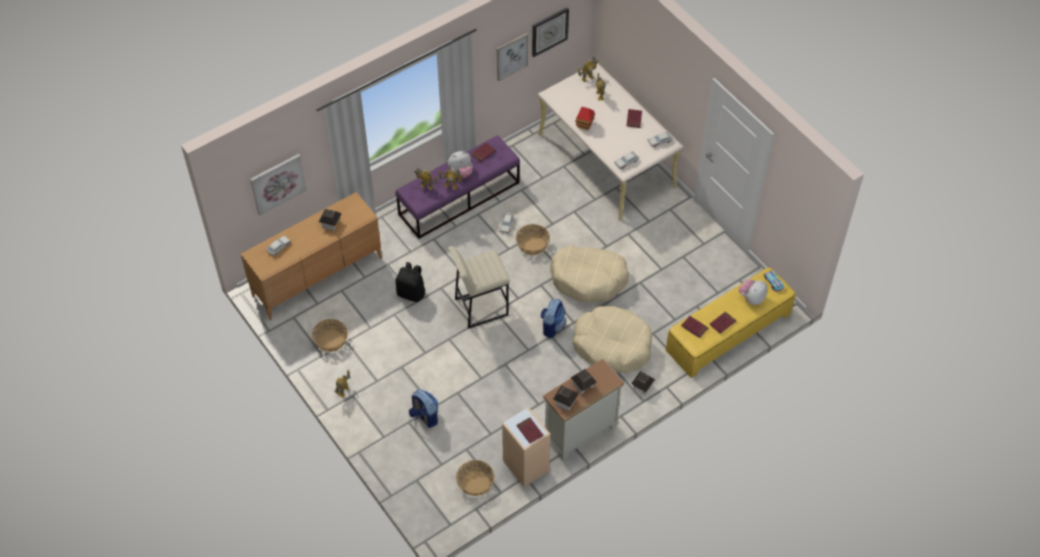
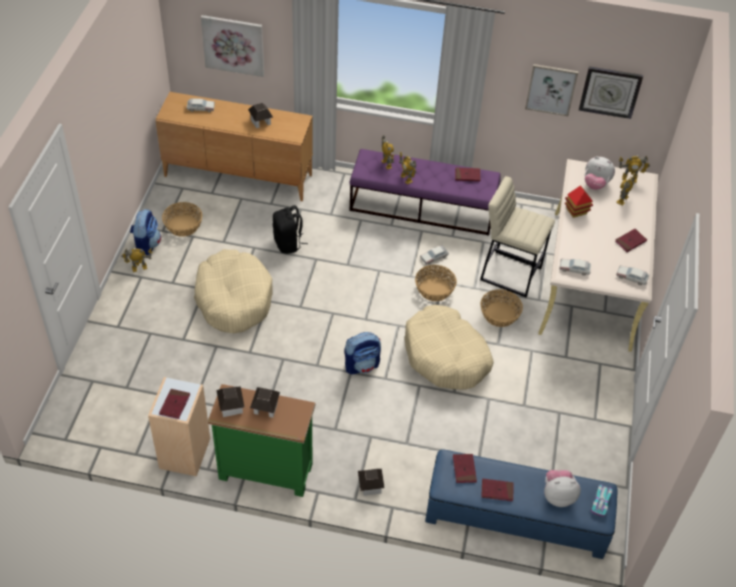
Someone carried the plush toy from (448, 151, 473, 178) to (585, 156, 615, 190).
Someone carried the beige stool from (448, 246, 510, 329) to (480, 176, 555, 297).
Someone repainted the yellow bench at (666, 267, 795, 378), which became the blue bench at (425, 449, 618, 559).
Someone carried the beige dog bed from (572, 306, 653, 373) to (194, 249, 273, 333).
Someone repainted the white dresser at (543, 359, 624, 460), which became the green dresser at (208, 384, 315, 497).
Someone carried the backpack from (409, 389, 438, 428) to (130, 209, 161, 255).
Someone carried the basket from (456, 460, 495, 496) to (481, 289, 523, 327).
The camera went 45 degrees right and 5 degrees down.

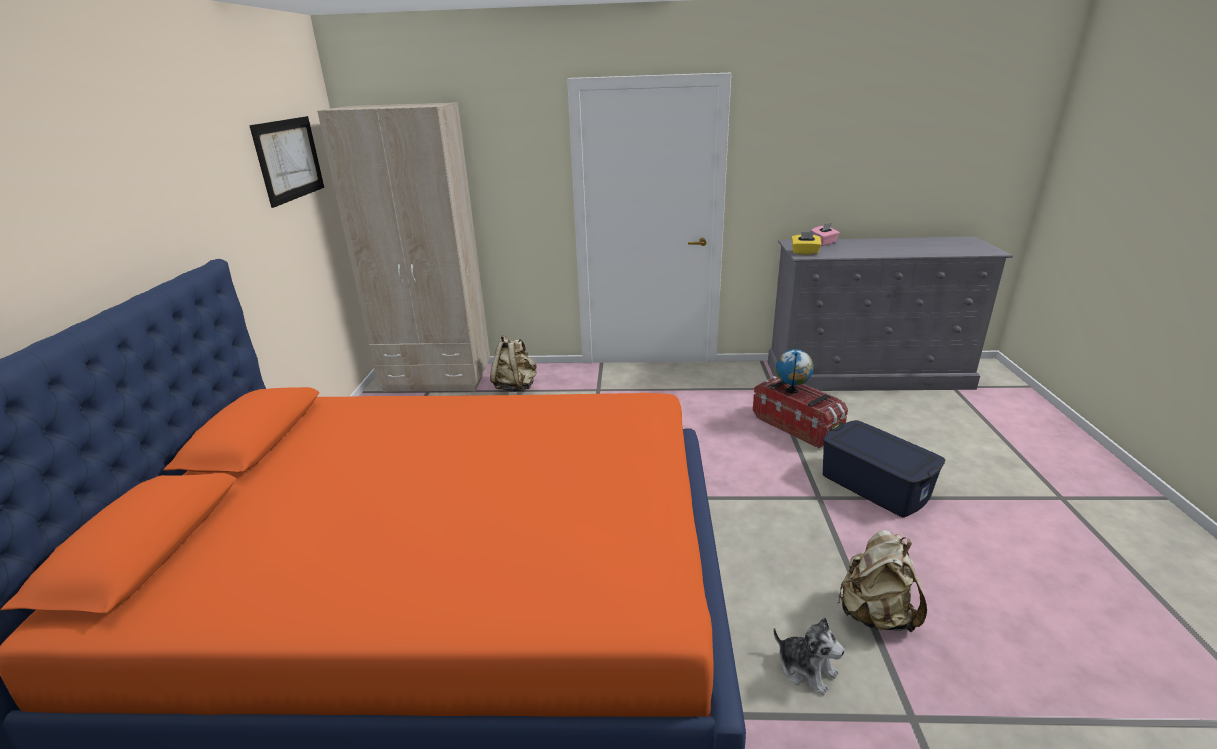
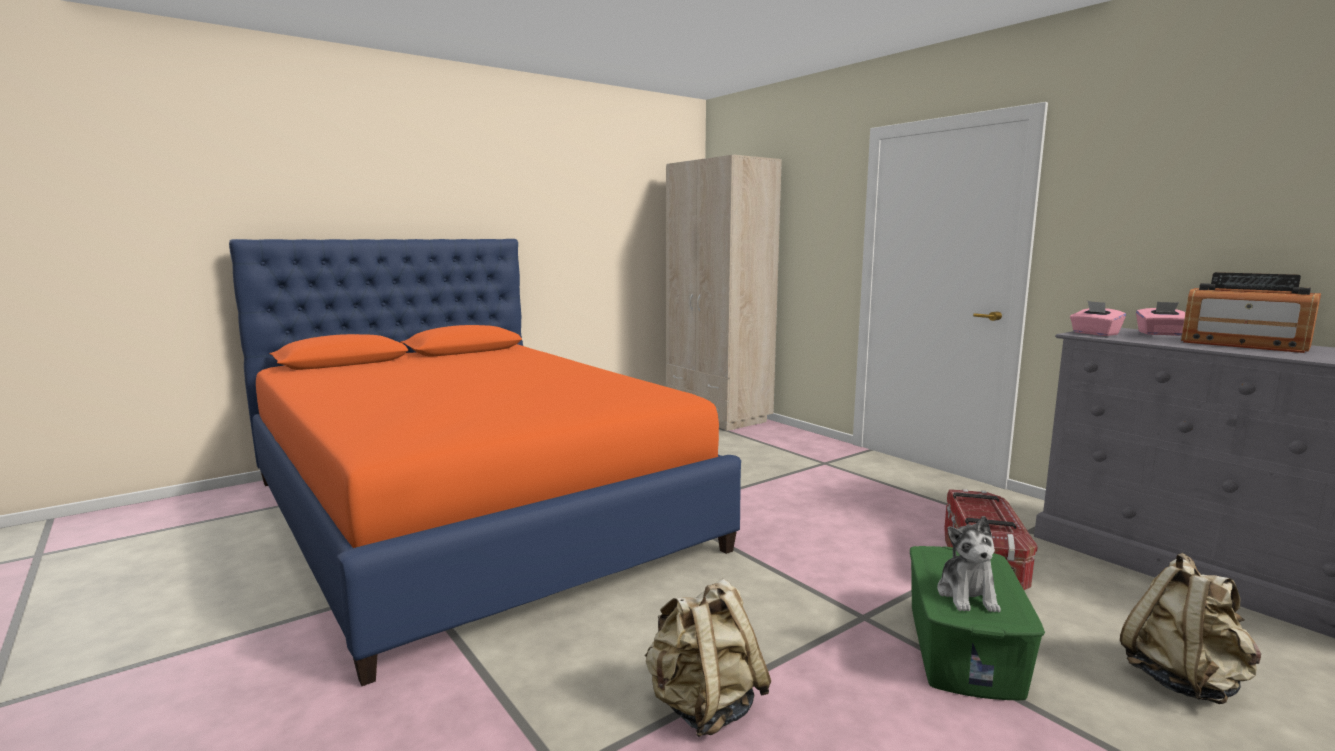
Someone took away the picture at (249, 116, 324, 208).
Someone repainted the yellow tissue box at (791, 232, 821, 255), which became the pink tissue box at (1070, 301, 1126, 336).
Someone carried the beige backpack from (490, 335, 537, 392) to (1120, 553, 1261, 704).
Someone took away the globe at (776, 349, 814, 394).
Someone repainted the blue storage box at (823, 420, 945, 517), which became the green storage box at (910, 546, 1045, 700).
Someone carried the plush toy from (773, 617, 845, 695) to (937, 516, 1001, 612).
Someone put down the radio at (1181, 272, 1321, 353).
The camera went 50 degrees right and 15 degrees down.

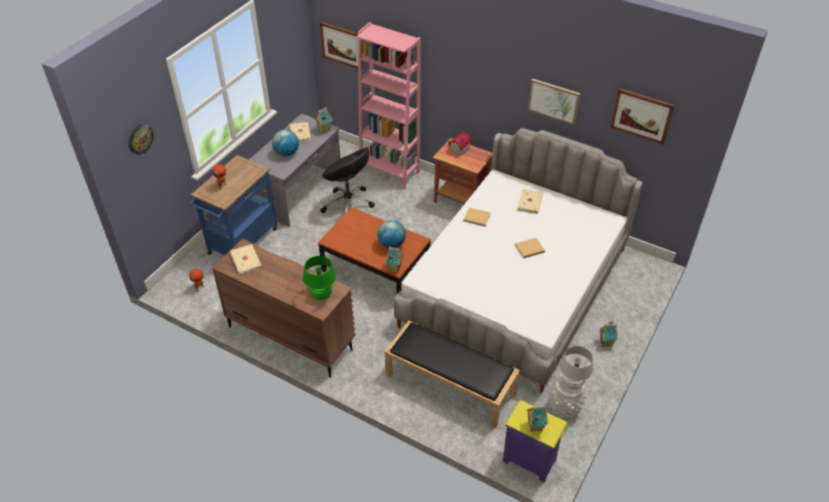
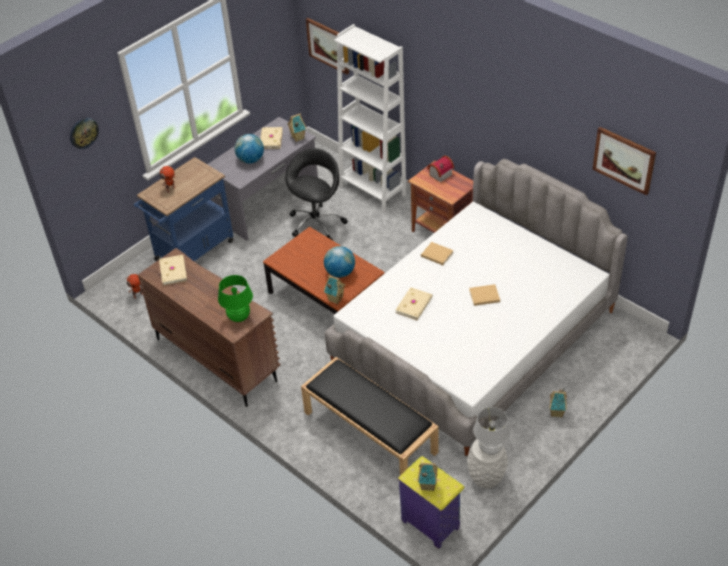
Someone repainted the pink bookcase at (357, 22, 421, 189), which became the white bookcase at (334, 24, 406, 212).
Someone took away the picture at (528, 79, 581, 125).
Someone rotated the black office chair at (321, 147, 375, 213) by 105 degrees counterclockwise.
Someone carried the beige book from (518, 189, 543, 214) to (396, 287, 433, 320).
The camera went 15 degrees right and 0 degrees up.

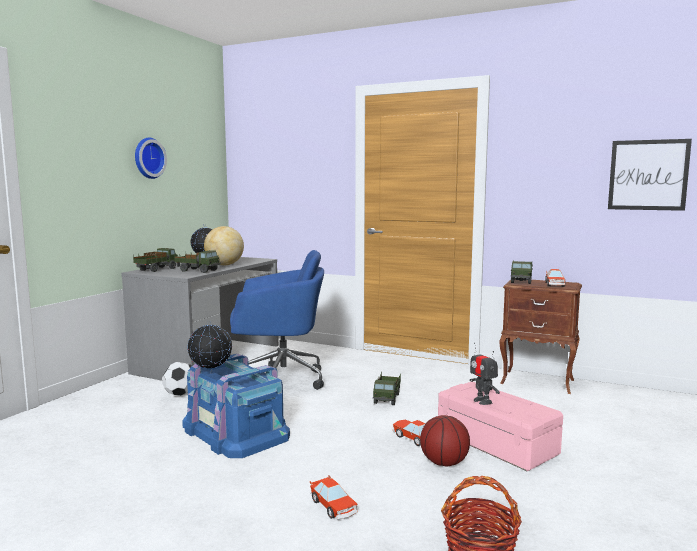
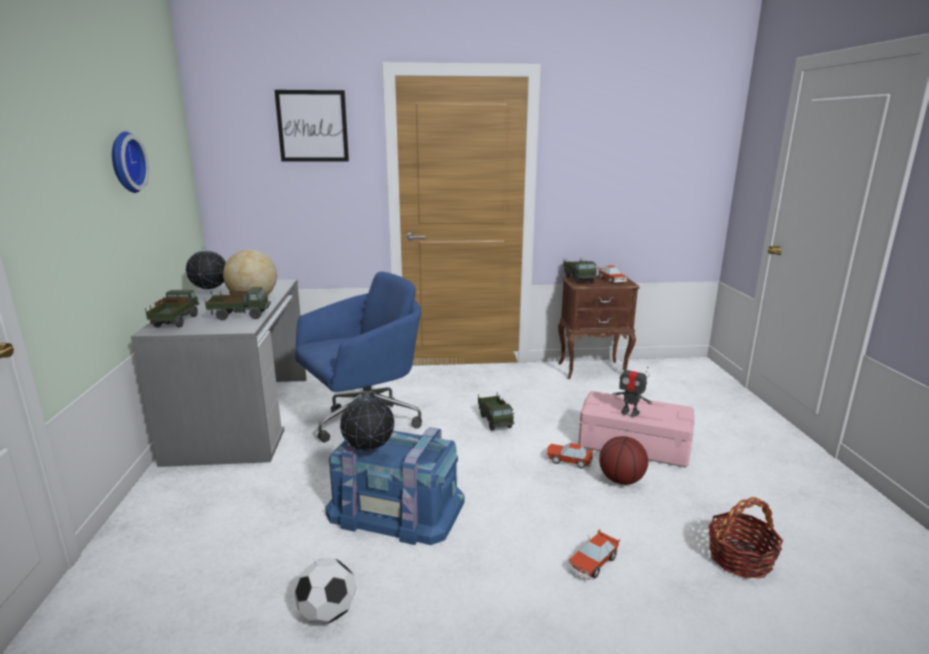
Someone carried the picture from (608, 139, 692, 211) to (275, 90, 349, 161).
Someone carried the football from (162, 362, 191, 396) to (295, 558, 357, 624).
Someone rotated the toy car at (310, 475, 358, 520) by 105 degrees clockwise.
The camera went 30 degrees left and 10 degrees up.

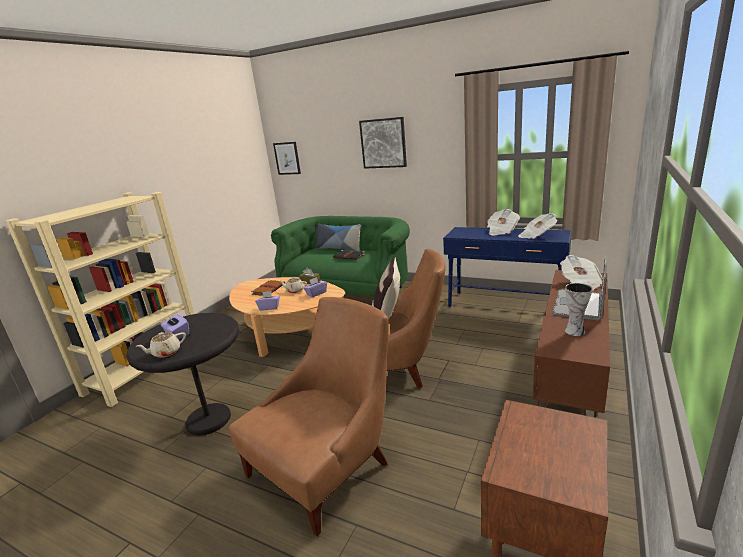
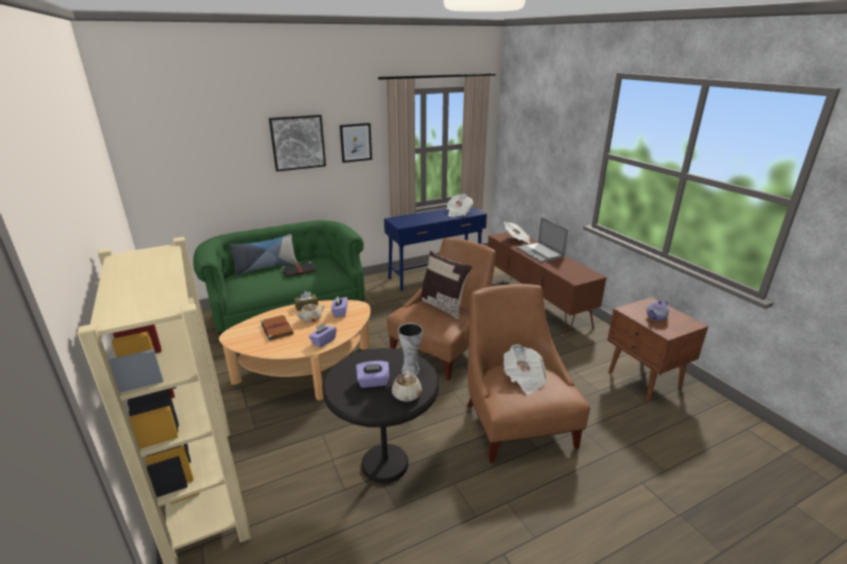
Someone carried the picture from (273, 142, 301, 175) to (340, 123, 372, 163).
Someone carried the newspaper from (487, 209, 520, 236) to (503, 344, 547, 394).
Someone carried the vase from (565, 283, 592, 336) to (398, 323, 423, 376).
Someone put down the teapot at (647, 300, 669, 321).
The camera went 55 degrees left and 5 degrees up.

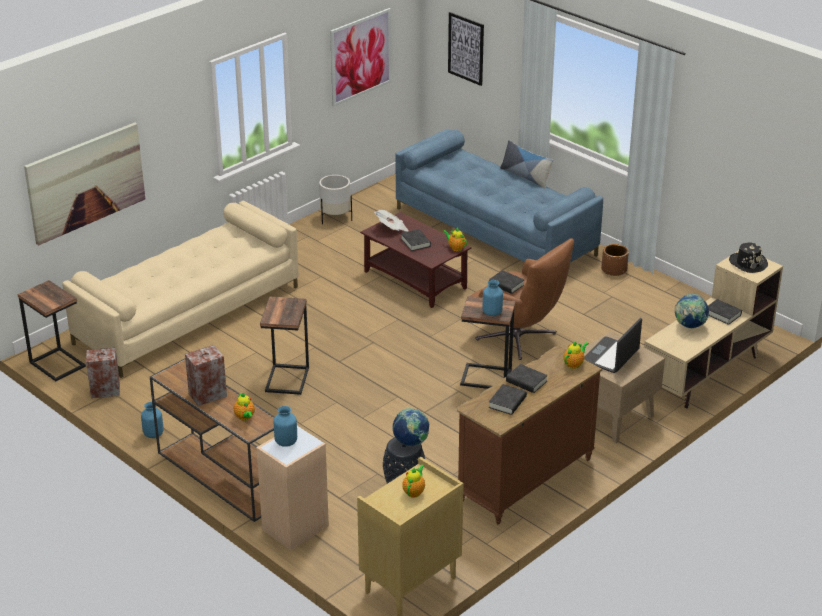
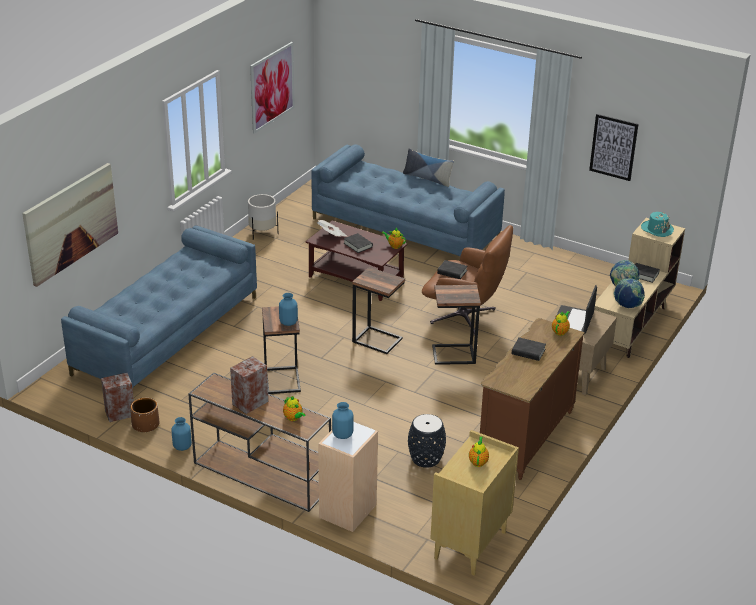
Someone carried the picture from (448, 12, 484, 86) to (589, 114, 638, 181).
Someone repainted the beige sofa at (62, 201, 299, 378), which became the blue sofa at (61, 225, 257, 388).
Someone repainted the black hat at (729, 243, 768, 273), which became the turquoise hat at (641, 212, 674, 237).
Someone carried the brown planter from (601, 244, 629, 276) to (130, 397, 159, 432).
Someone carried the side table from (18, 280, 86, 381) to (352, 267, 405, 354).
Someone carried the blue vase from (483, 280, 503, 316) to (279, 293, 298, 326).
Someone took away the black book at (489, 384, 527, 415).
Someone carried the globe from (392, 408, 429, 446) to (614, 278, 645, 308).
The camera went 15 degrees left and 0 degrees up.

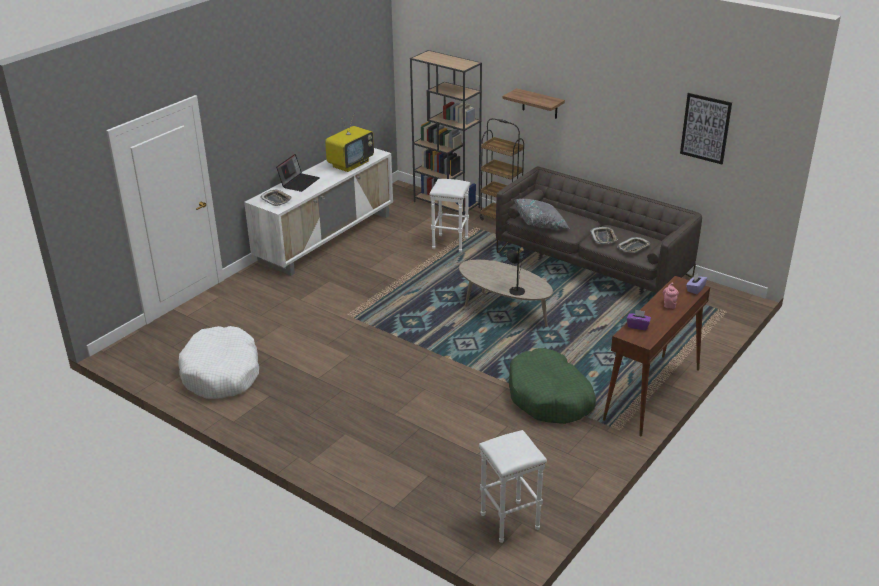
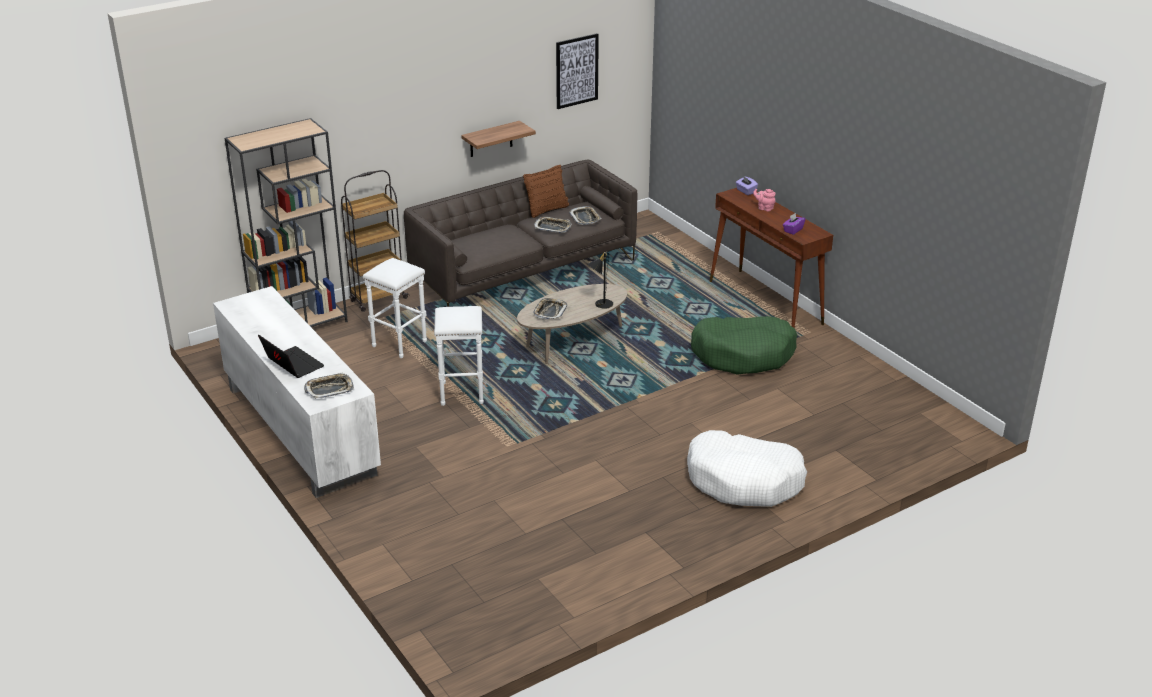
Someone carried the shelf from (503, 88, 565, 119) to (461, 121, 536, 157).
Someone took away the television at (325, 113, 374, 172).
Someone took away the grey pillow at (514, 199, 570, 229).
Someone carried the white dog bed from (178, 326, 259, 399) to (687, 430, 807, 507).
Someone carried the white stool from (479, 430, 547, 543) to (434, 306, 484, 406).
Someone put down the brown pillow at (523, 164, 569, 218).
Someone put down the tray at (533, 298, 567, 320).
The camera went 70 degrees left and 0 degrees up.

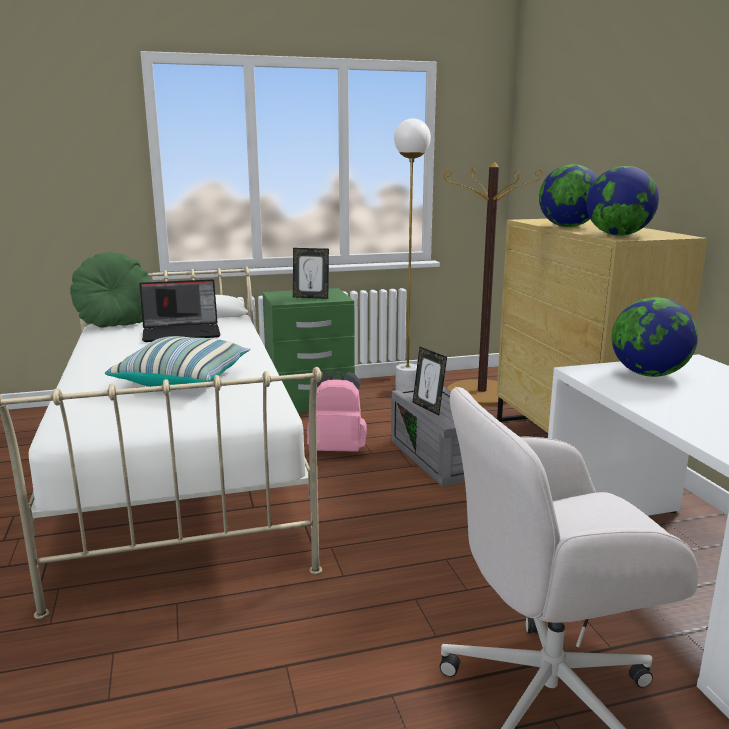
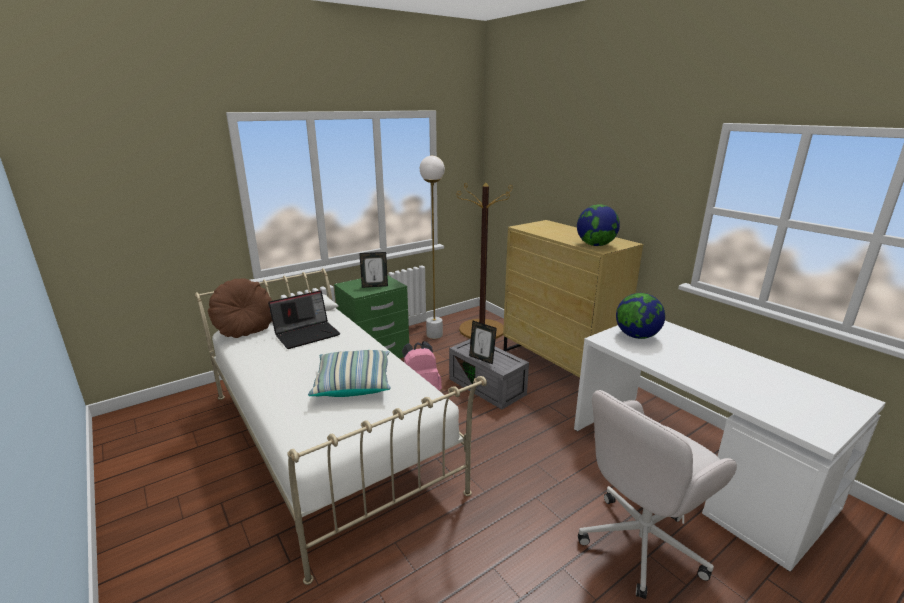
Someone took away the globe at (539, 164, 598, 227).
Someone repainted the green pillow at (70, 252, 150, 328), which became the brown pillow at (208, 278, 273, 338).
The camera went 20 degrees left and 5 degrees up.

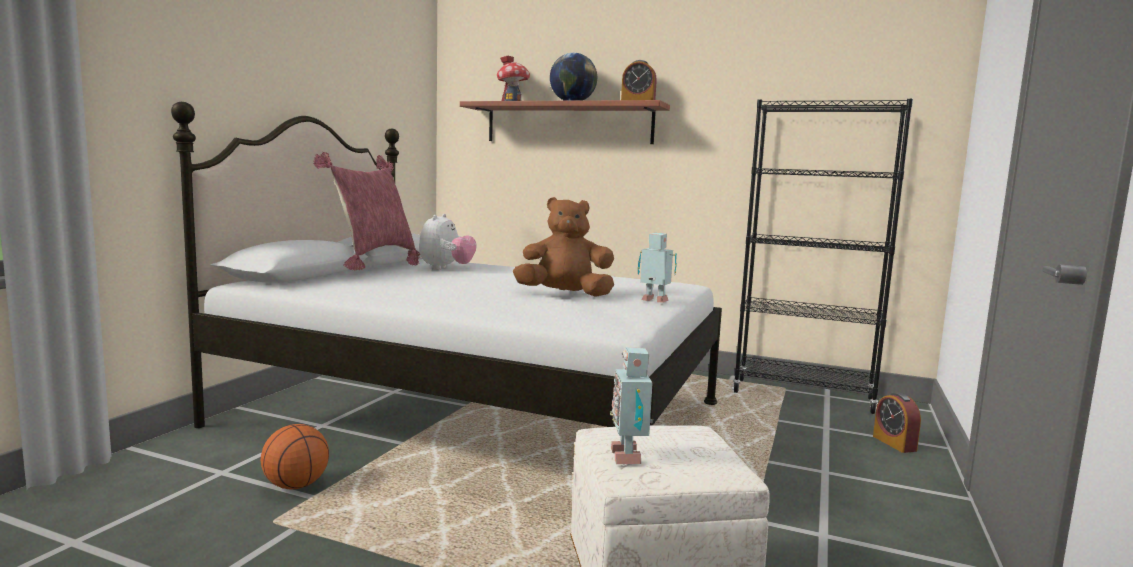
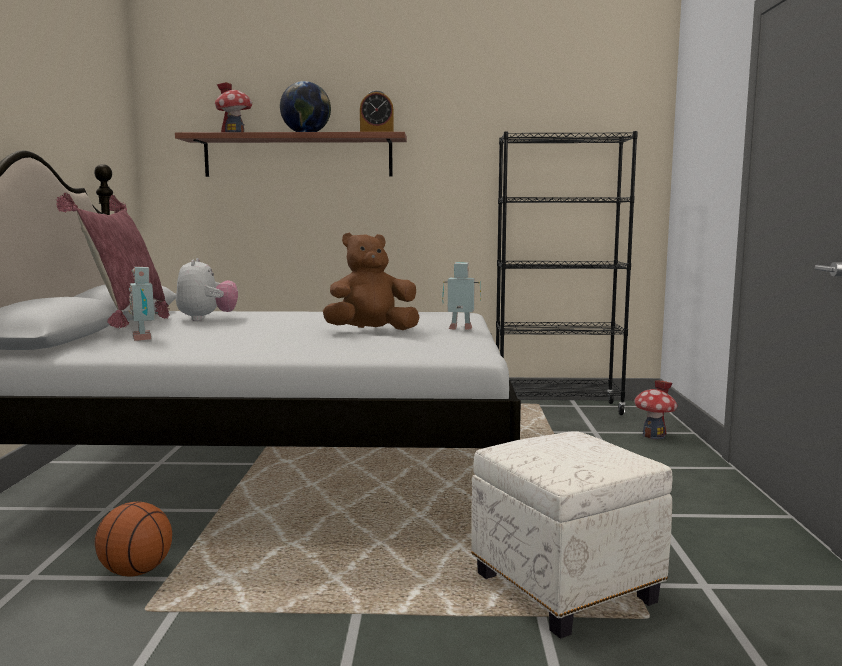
Someone carried the toy robot from (610, 347, 653, 464) to (128, 267, 158, 341).
Someone swapped the alarm clock at (873, 393, 921, 453) for the toy house at (634, 380, 677, 439).
The camera went 20 degrees left and 0 degrees up.

